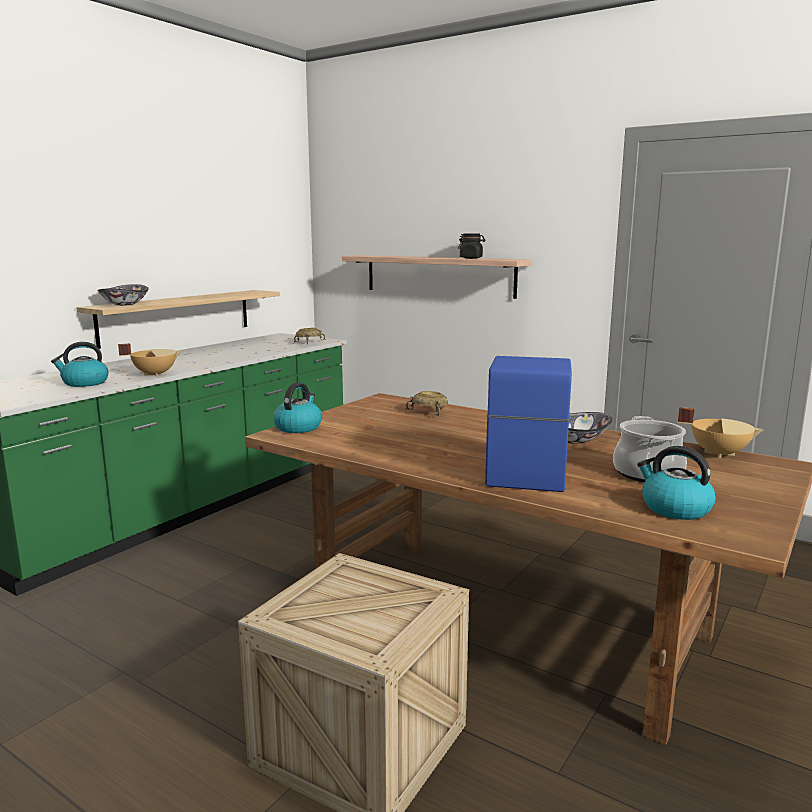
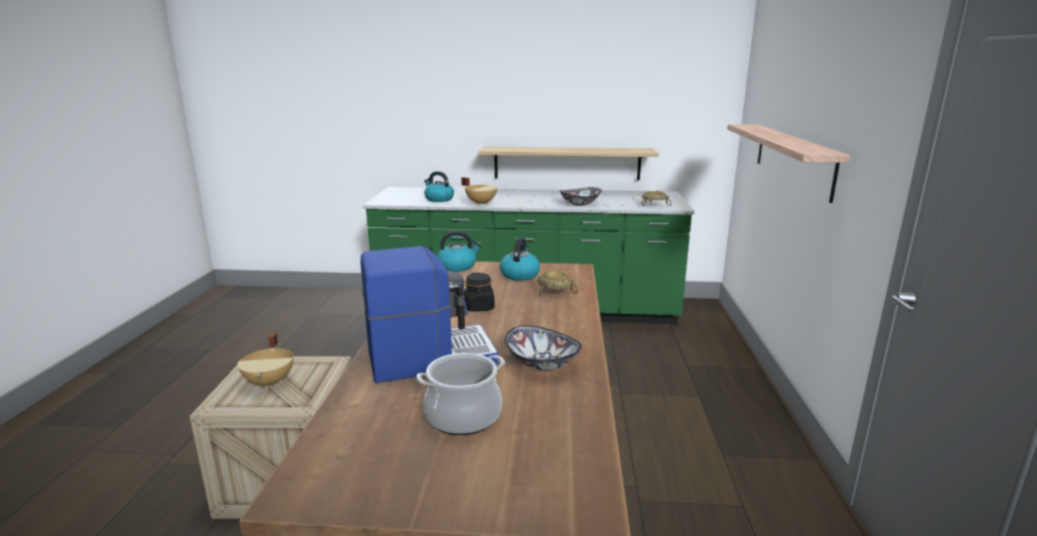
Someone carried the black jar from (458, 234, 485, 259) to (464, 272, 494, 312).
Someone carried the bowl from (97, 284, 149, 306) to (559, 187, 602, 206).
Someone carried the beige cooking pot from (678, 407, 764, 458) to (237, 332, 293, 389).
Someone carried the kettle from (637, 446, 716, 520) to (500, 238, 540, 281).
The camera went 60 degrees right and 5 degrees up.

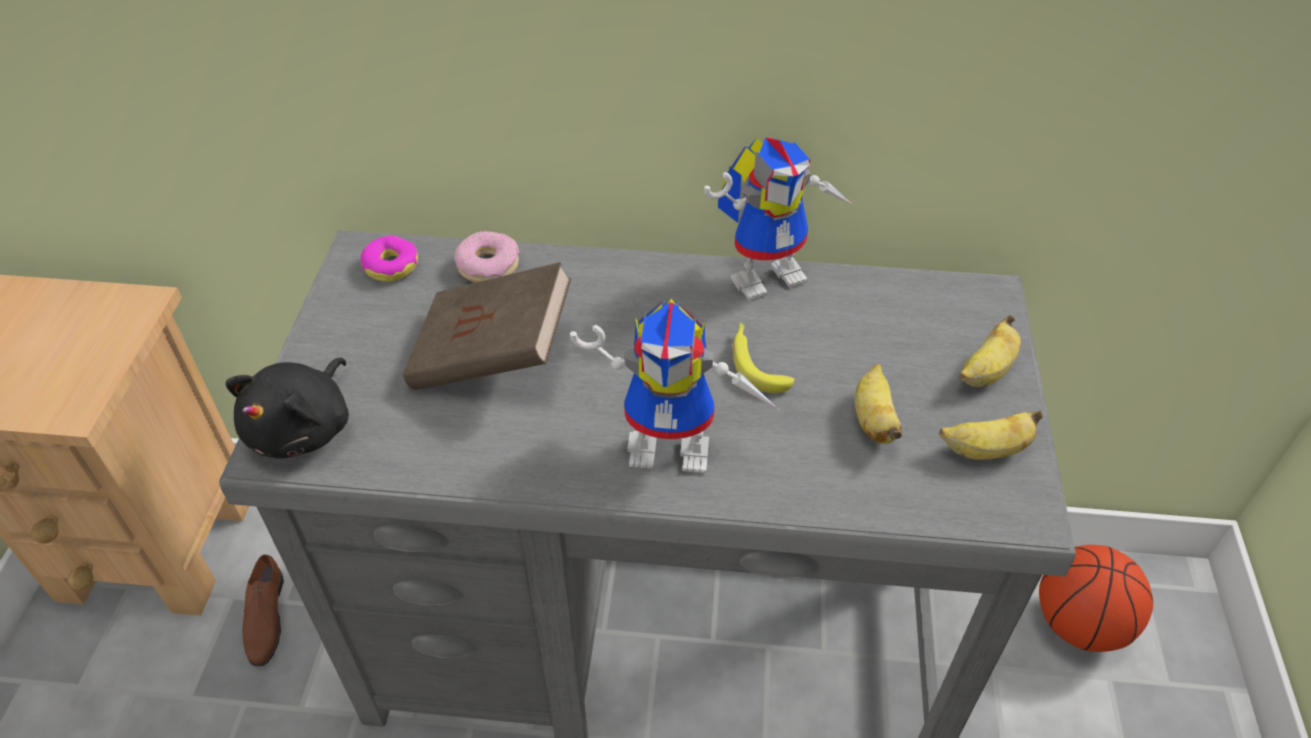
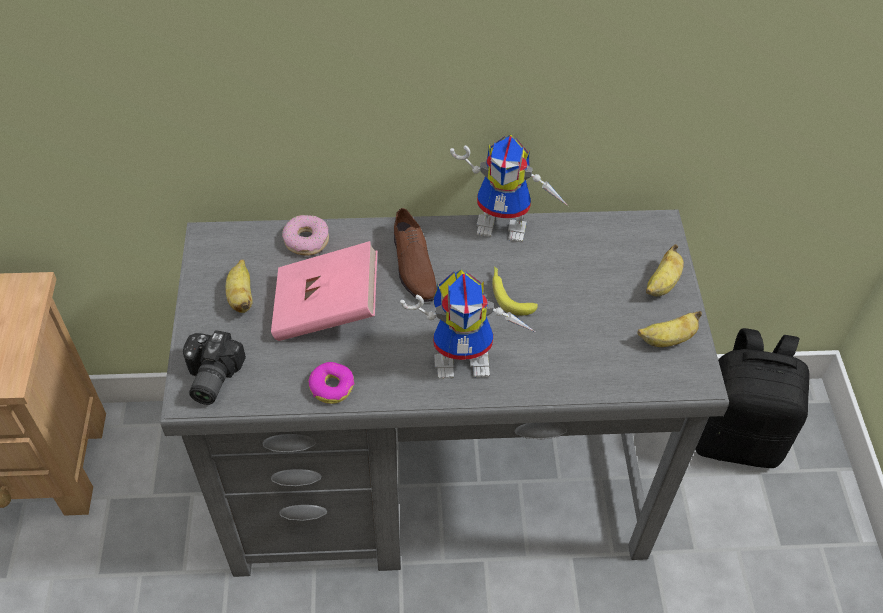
Someone rotated the toy robot at (704, 137, 851, 300) by 45 degrees clockwise.
Someone carried the donut from (361, 236, 418, 282) to (308, 362, 355, 404).
Someone repainted the brown book at (403, 262, 571, 390), which became the pink book at (271, 241, 377, 341).
Someone swapped the black plush toy at (226, 358, 349, 458) for the photo camera at (183, 330, 246, 405).
Someone carried the banana from (855, 364, 902, 444) to (225, 259, 253, 313).
Someone swapped the basketball at (1039, 545, 1153, 652) for the black backpack at (695, 328, 810, 468).
Someone carried the brown shoe from (242, 554, 284, 667) to (394, 208, 437, 302).
The camera went 10 degrees left and 5 degrees up.

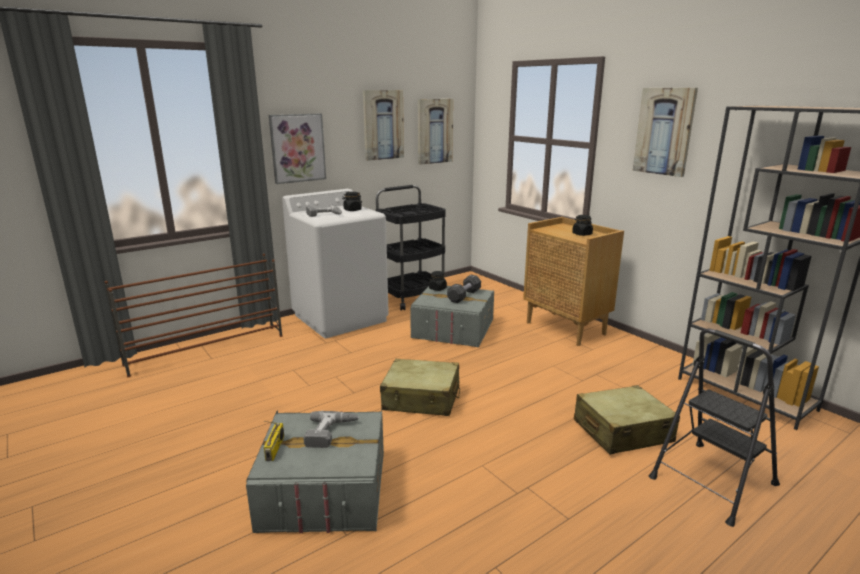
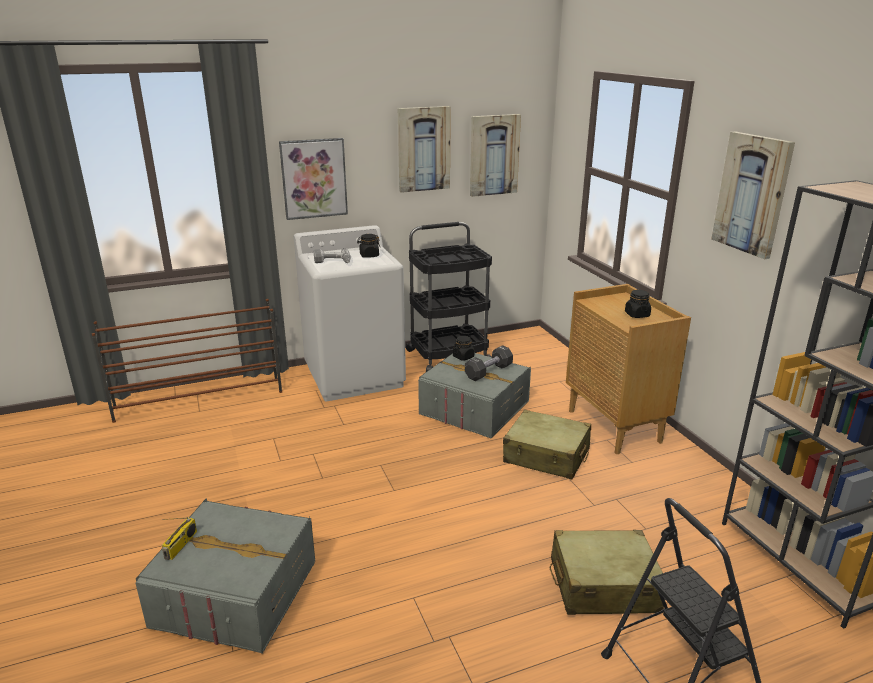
Someone carried the beige suitcase from (380, 359, 460, 416) to (503, 410, 591, 479).
Someone took away the power drill at (303, 411, 360, 448).
The camera went 15 degrees right and 5 degrees up.

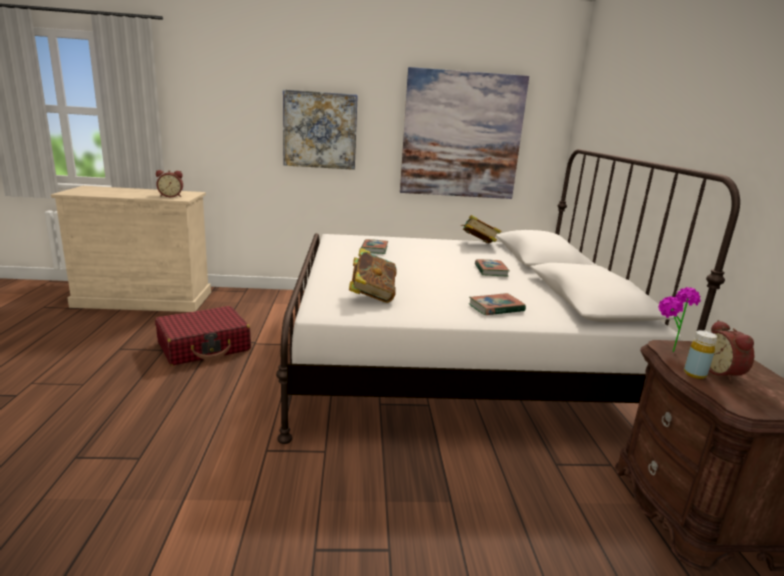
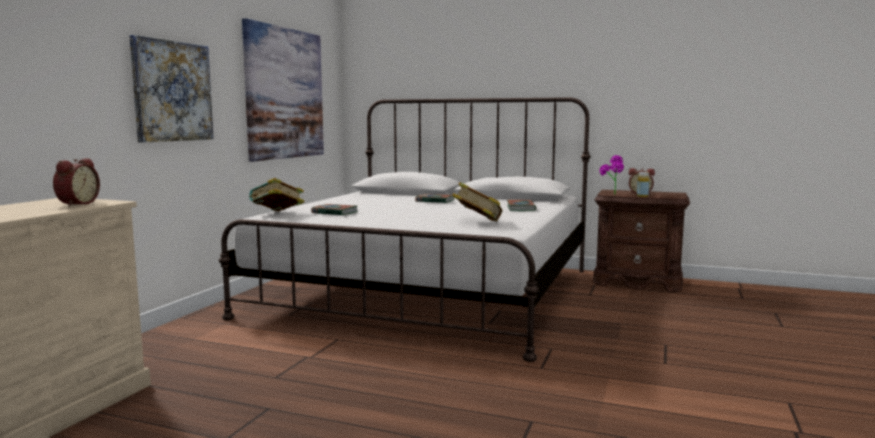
Someone carried the book from (461, 215, 501, 244) to (249, 178, 304, 211).
Someone took away the red suitcase at (155, 306, 251, 366).
The camera went 65 degrees left and 10 degrees down.

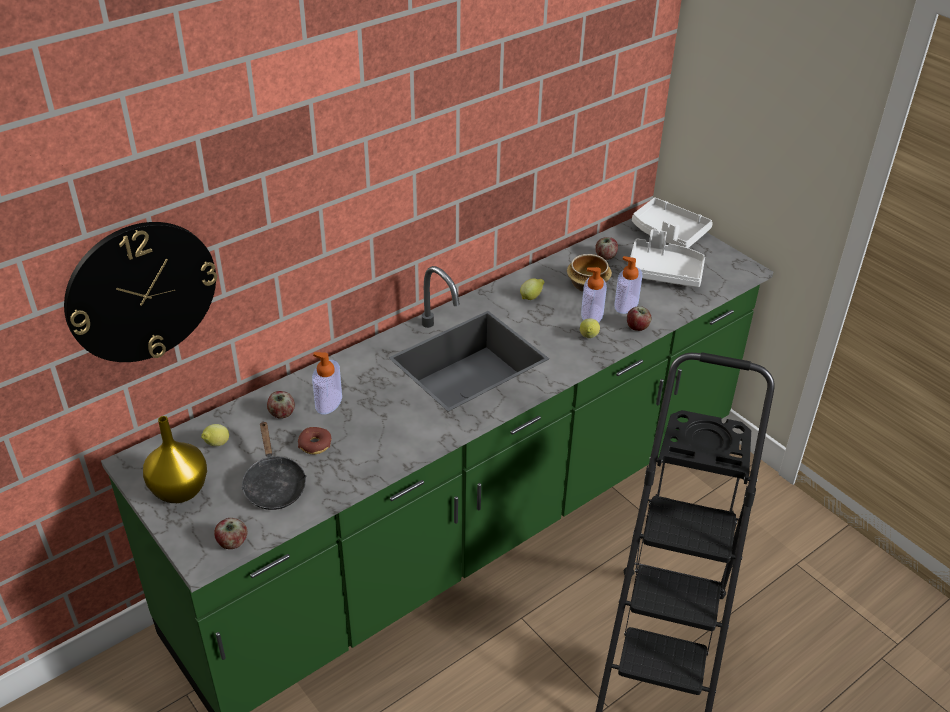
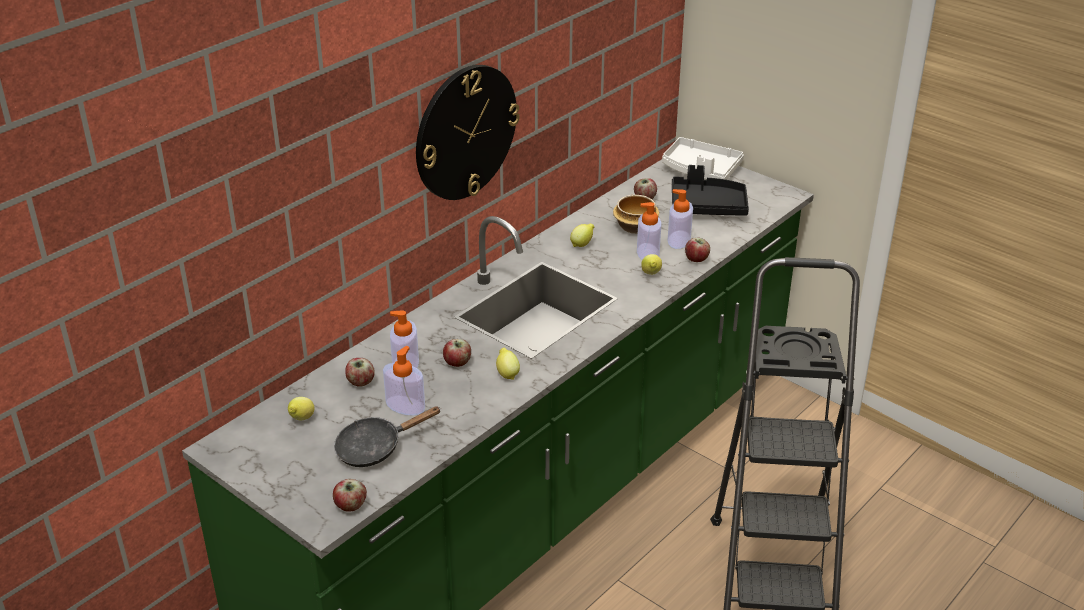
Someone carried the wall clock from (64, 222, 217, 362) to (416, 65, 520, 200).
Someone repainted the white tray at (630, 229, 705, 287), which became the black tray at (672, 165, 749, 216).
Someone took away the yellow vase at (143, 416, 207, 503).
Someone rotated the black frying pan at (241, 421, 307, 510) by 90 degrees clockwise.
Someone swapped the donut at (298, 427, 331, 454) for the soap dispenser at (383, 346, 425, 416).
Someone put down the apple at (443, 339, 471, 367).
Someone put down the lemon at (496, 348, 520, 380).
The camera went 10 degrees left and 5 degrees down.

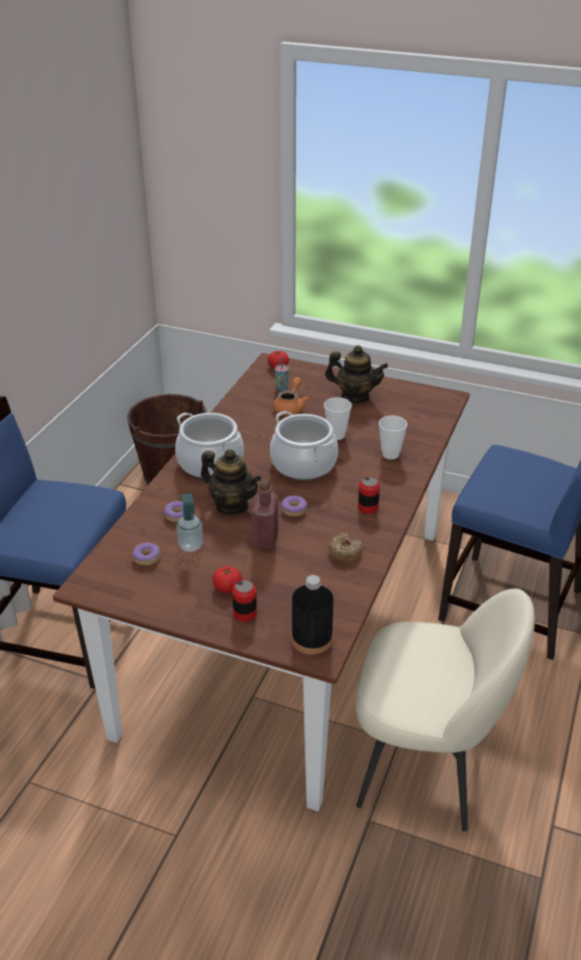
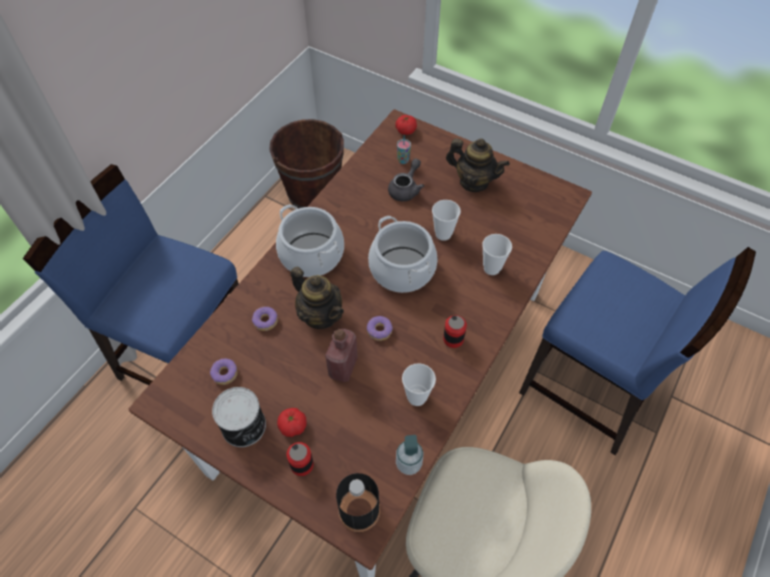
Someone repainted the orange teapot at (273, 377, 310, 416), which became the grey teapot at (388, 158, 424, 201).
Someone carried the soap dispenser from (177, 493, 203, 552) to (396, 435, 424, 475).
Someone swapped the donut at (328, 533, 362, 562) for the cup at (402, 363, 436, 406).
Someone put down the can at (212, 387, 266, 447).
The camera went 10 degrees right and 20 degrees up.

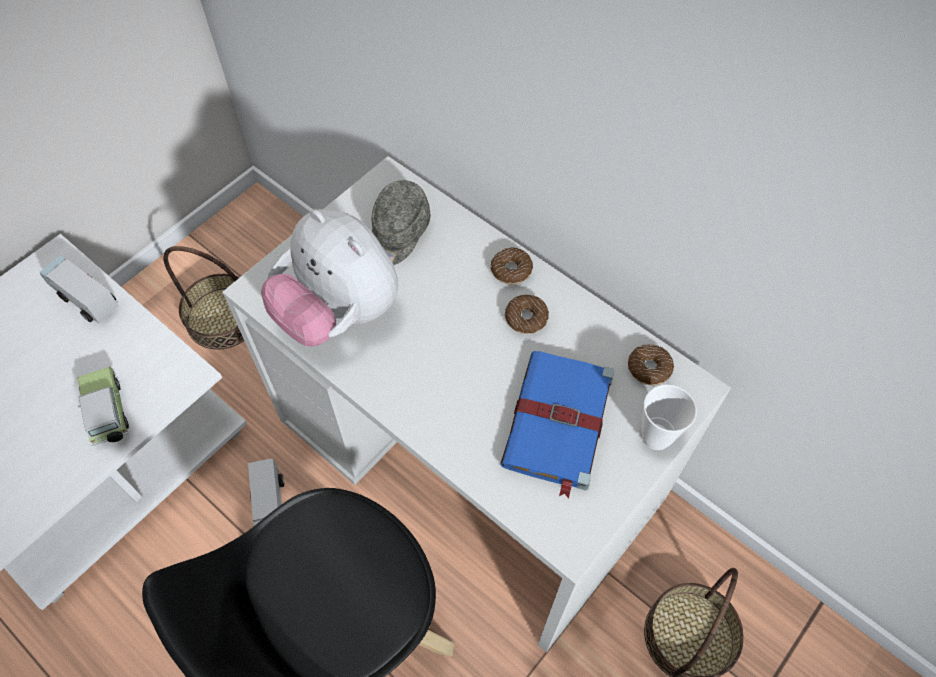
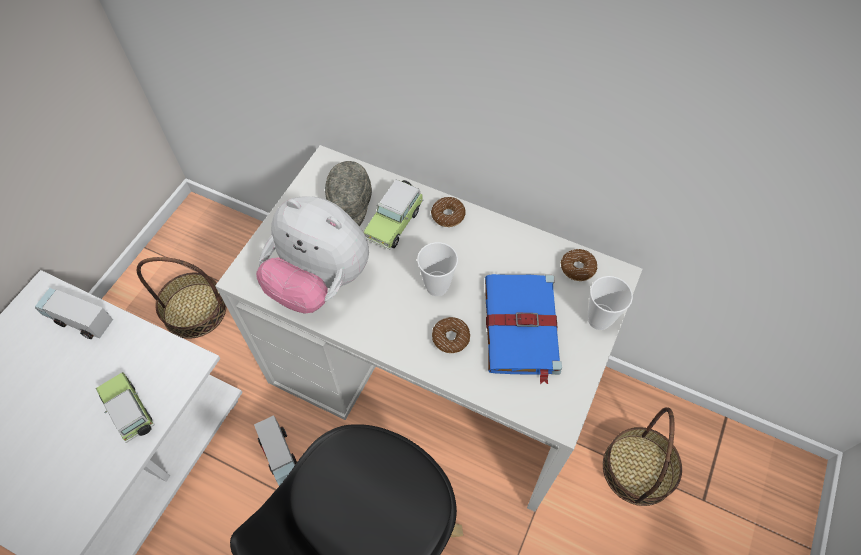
Someone carried the donut from (505, 295, 549, 334) to (432, 317, 470, 353).
Someone put down the toy car at (363, 180, 424, 250).
Someone put down the cup at (417, 242, 458, 296).
The camera went 15 degrees left and 0 degrees up.

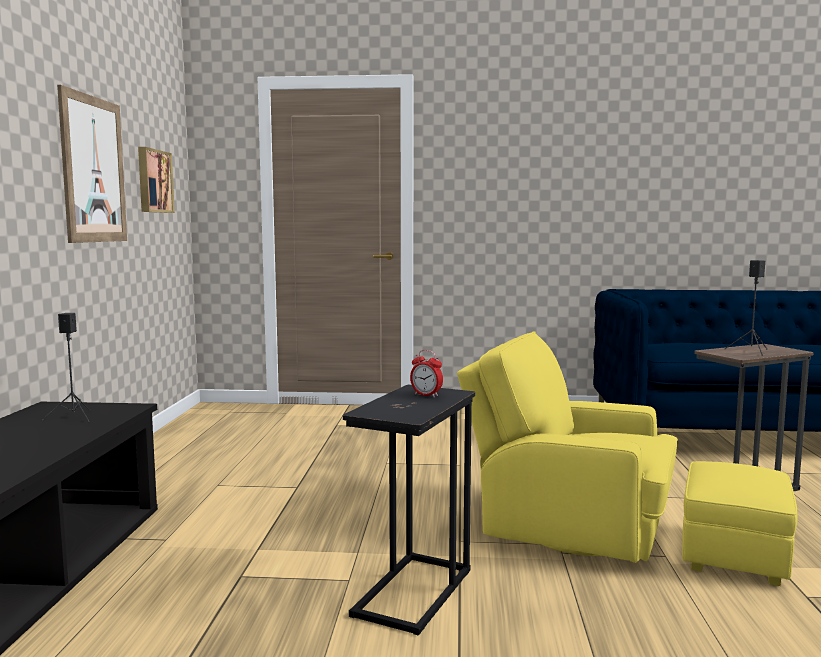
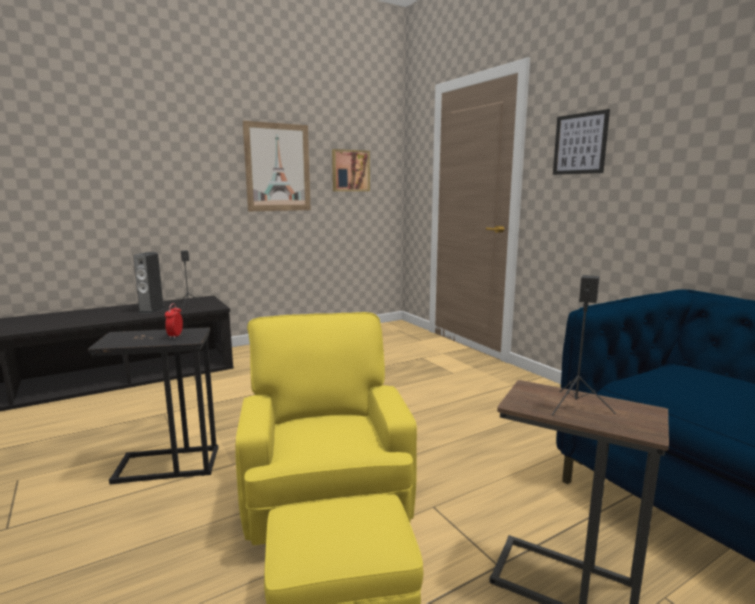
Someone put up the picture at (553, 109, 610, 175).
Someone put down the speaker at (133, 252, 165, 314).
The camera went 55 degrees right and 5 degrees up.

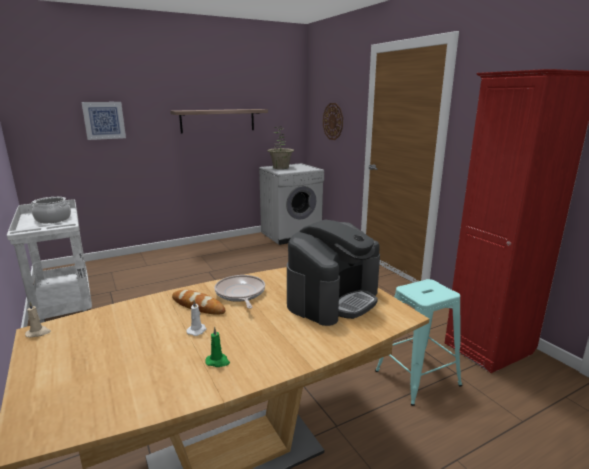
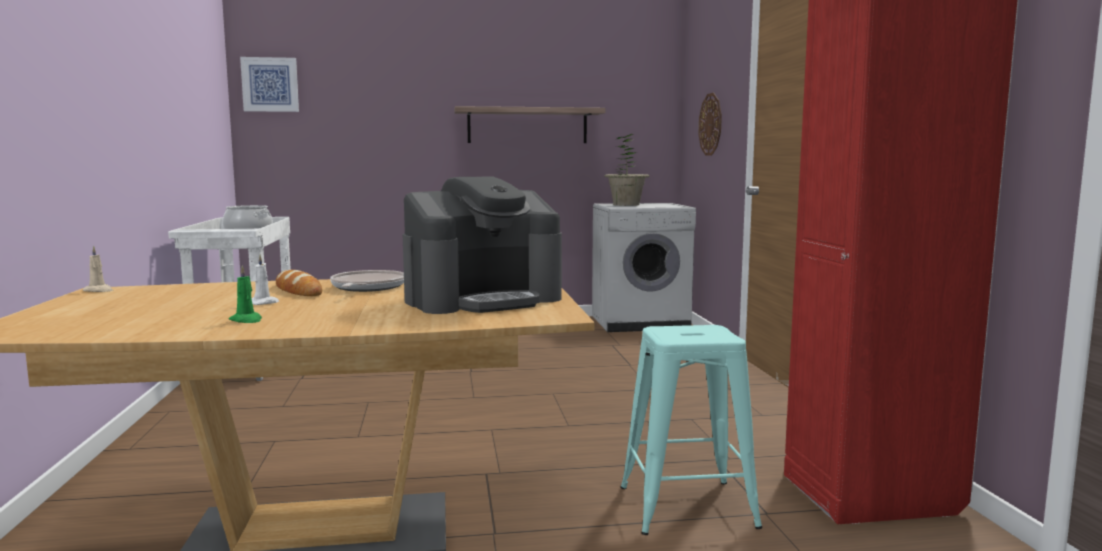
Someone carried the picture from (81, 102, 126, 140) to (240, 57, 299, 112).
The camera went 20 degrees right and 10 degrees down.

